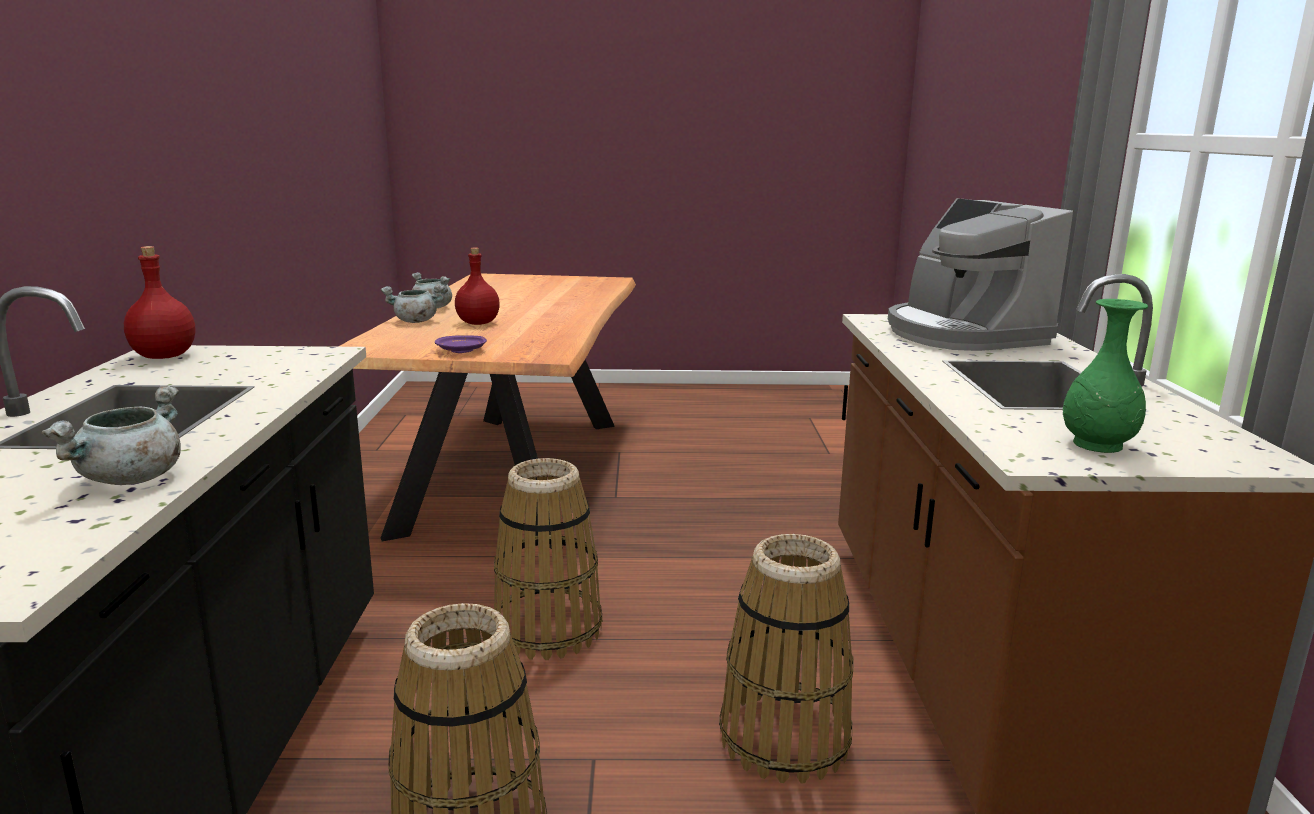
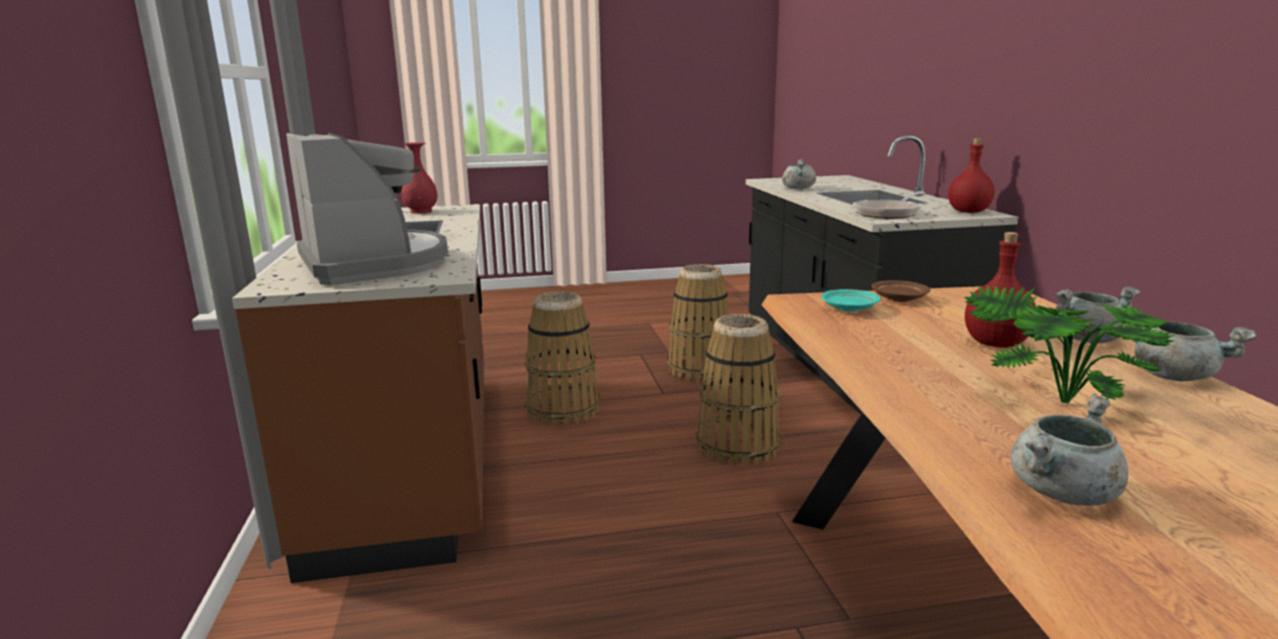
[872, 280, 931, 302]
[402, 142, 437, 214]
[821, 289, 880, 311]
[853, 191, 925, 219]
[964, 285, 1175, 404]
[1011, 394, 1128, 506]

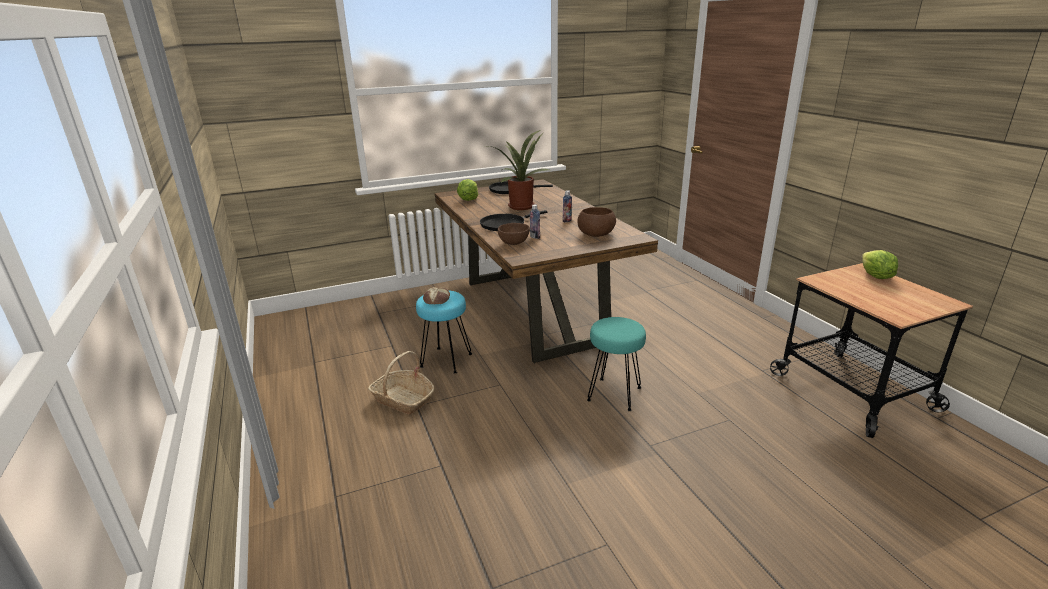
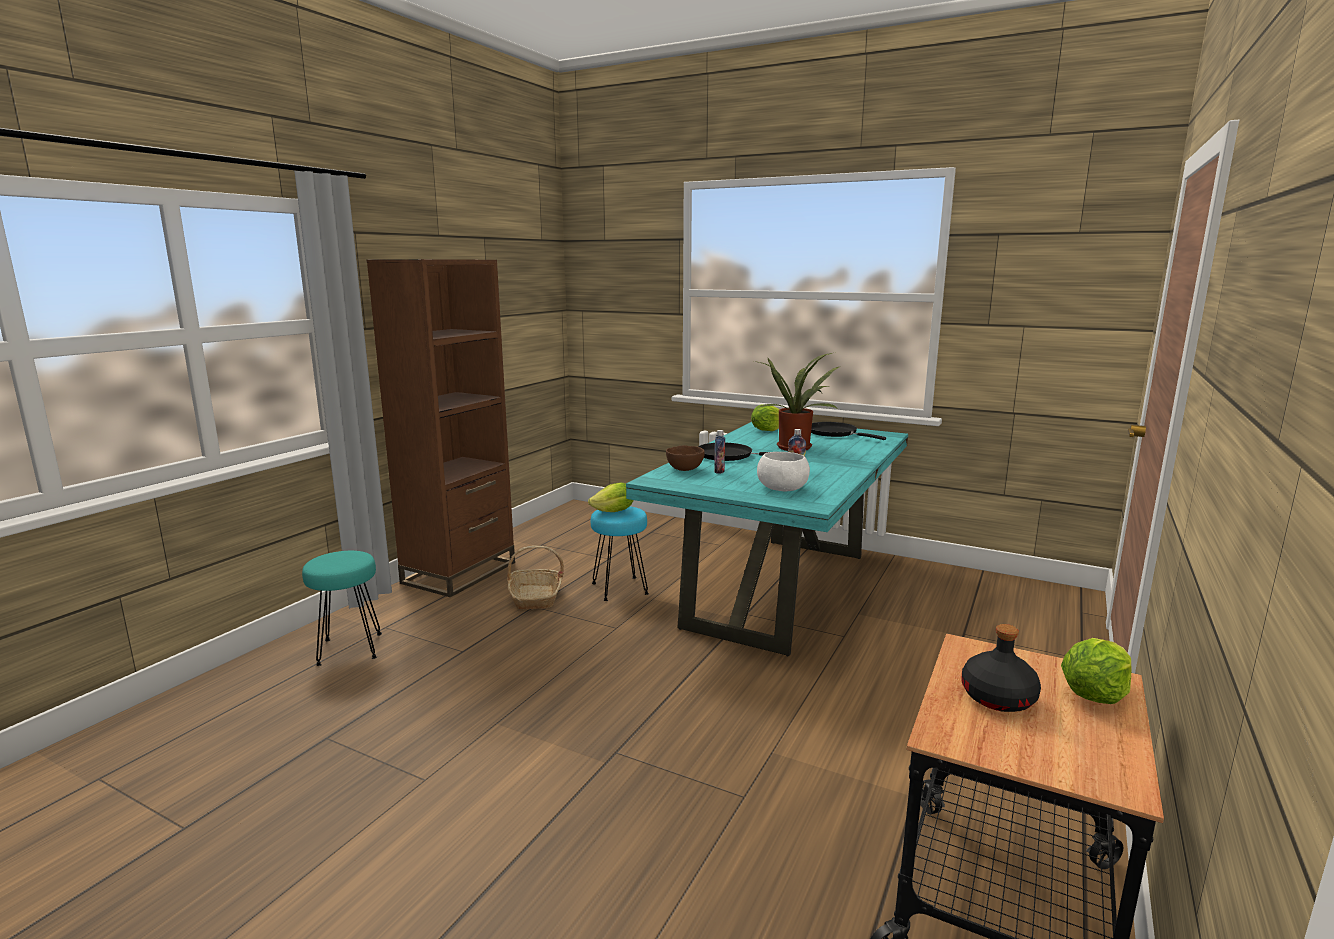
[588, 482, 634, 512]
[626, 422, 908, 657]
[757, 452, 810, 491]
[302, 551, 382, 666]
[366, 259, 515, 597]
[961, 624, 1041, 712]

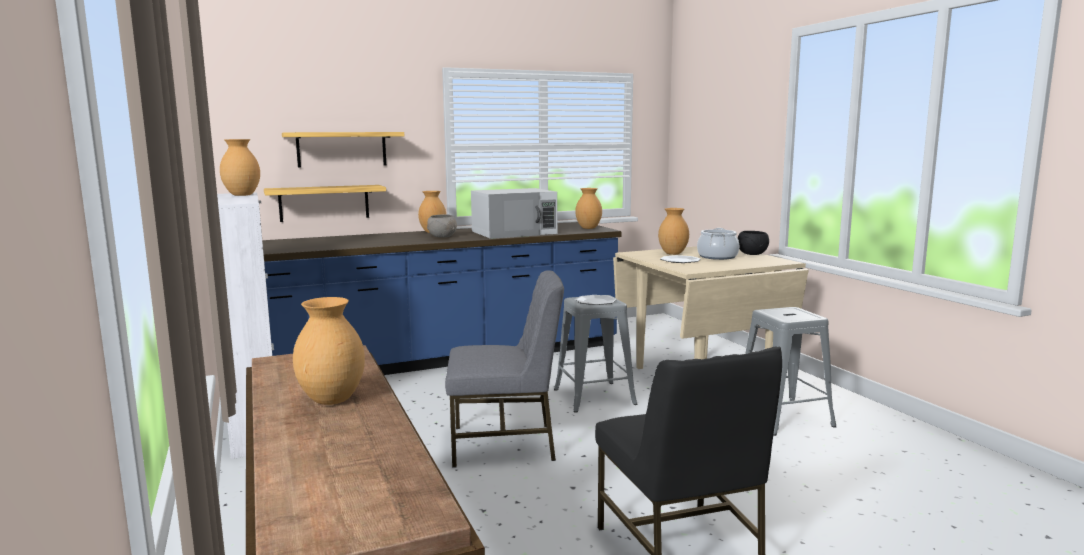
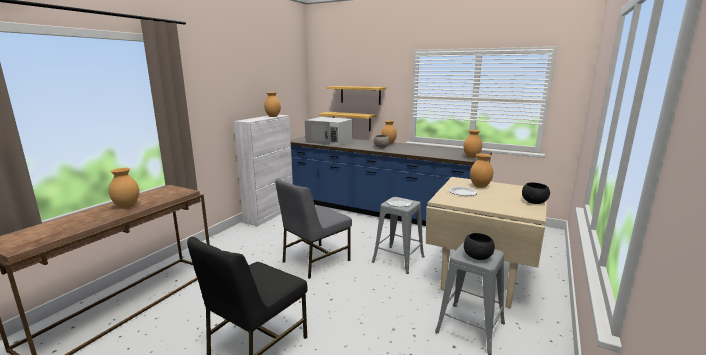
[275, 178, 352, 279]
[305, 117, 353, 146]
[697, 228, 739, 260] (first image)
[464, 233, 495, 260]

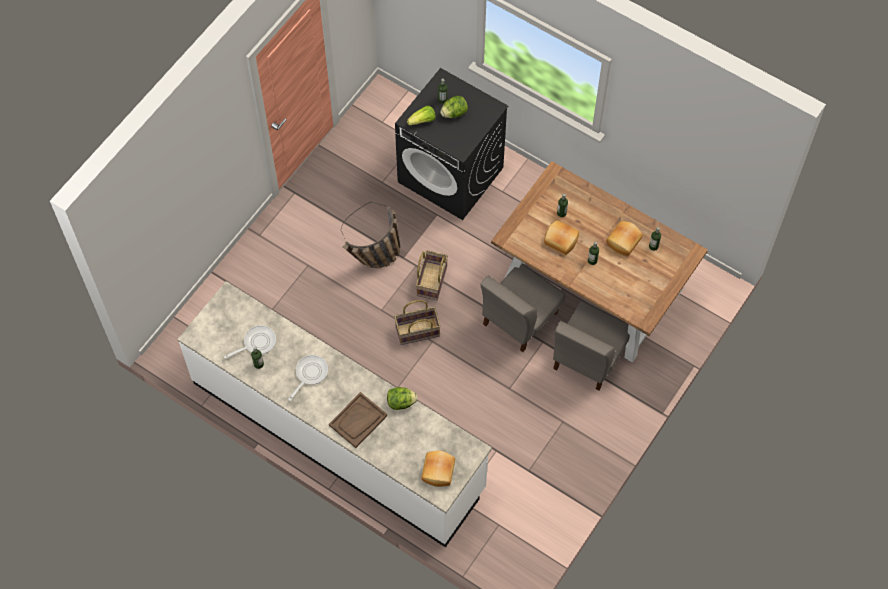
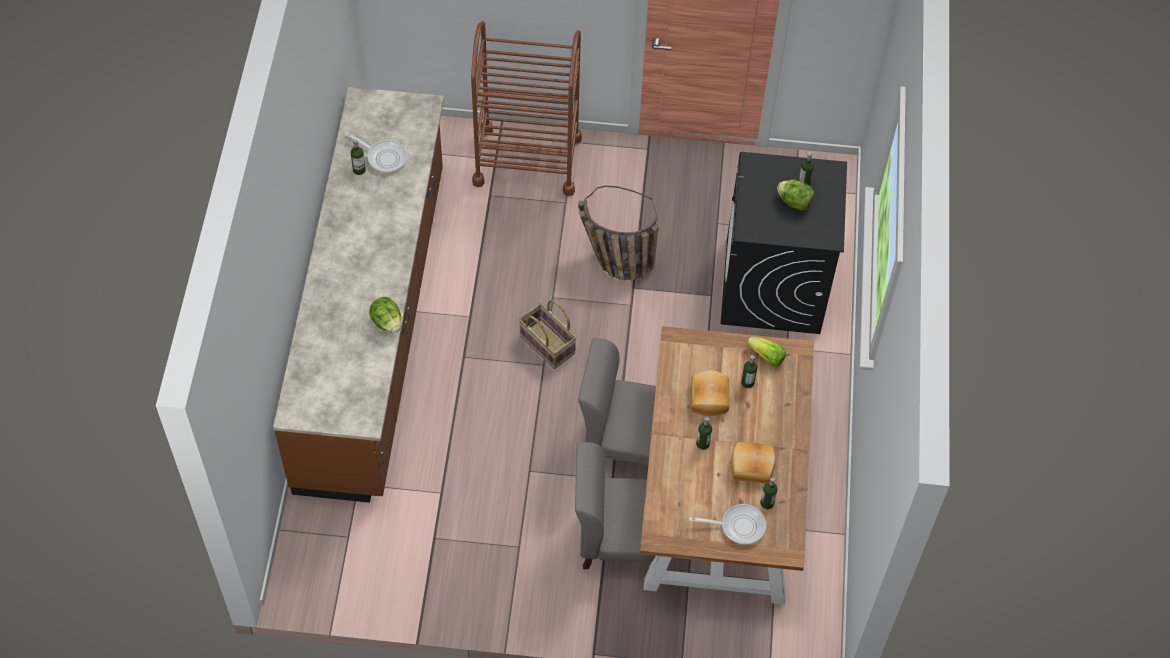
[273, 87, 444, 503]
[689, 504, 766, 545]
[329, 392, 387, 448] (first image)
[747, 337, 786, 367]
[416, 250, 448, 300] (first image)
[421, 451, 455, 487] (first image)
[471, 21, 582, 196]

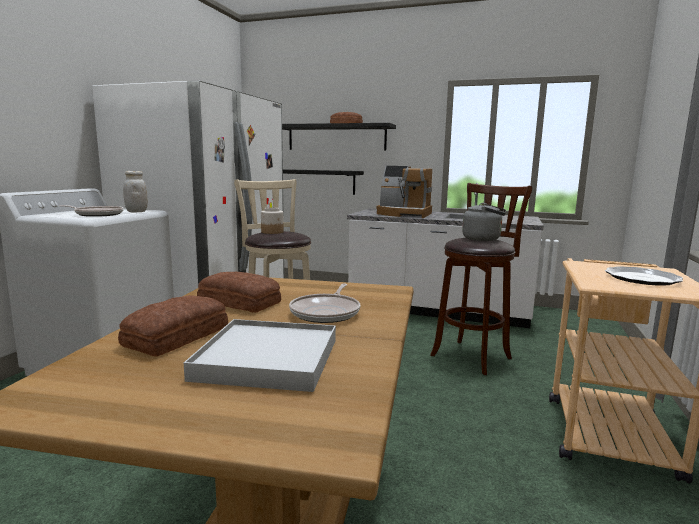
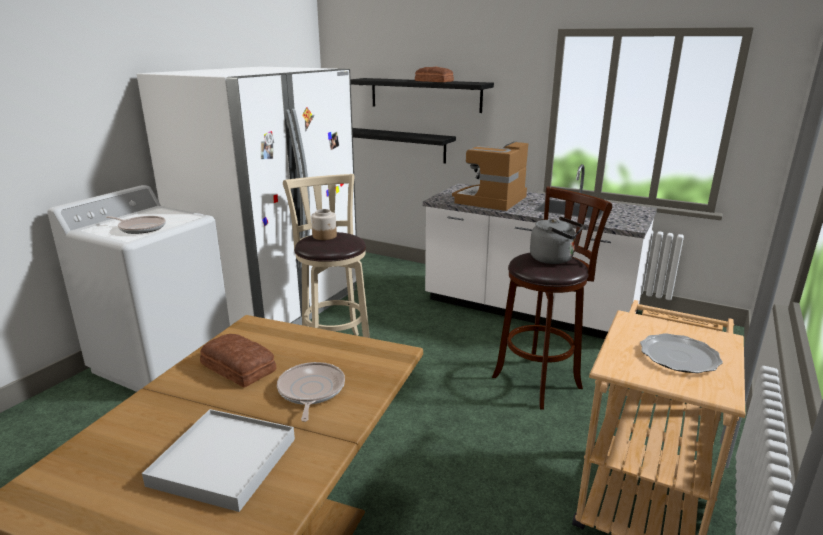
[118, 295, 228, 357] (first image)
[123, 171, 148, 213] (first image)
[277, 362, 345, 422]
[452, 141, 528, 211]

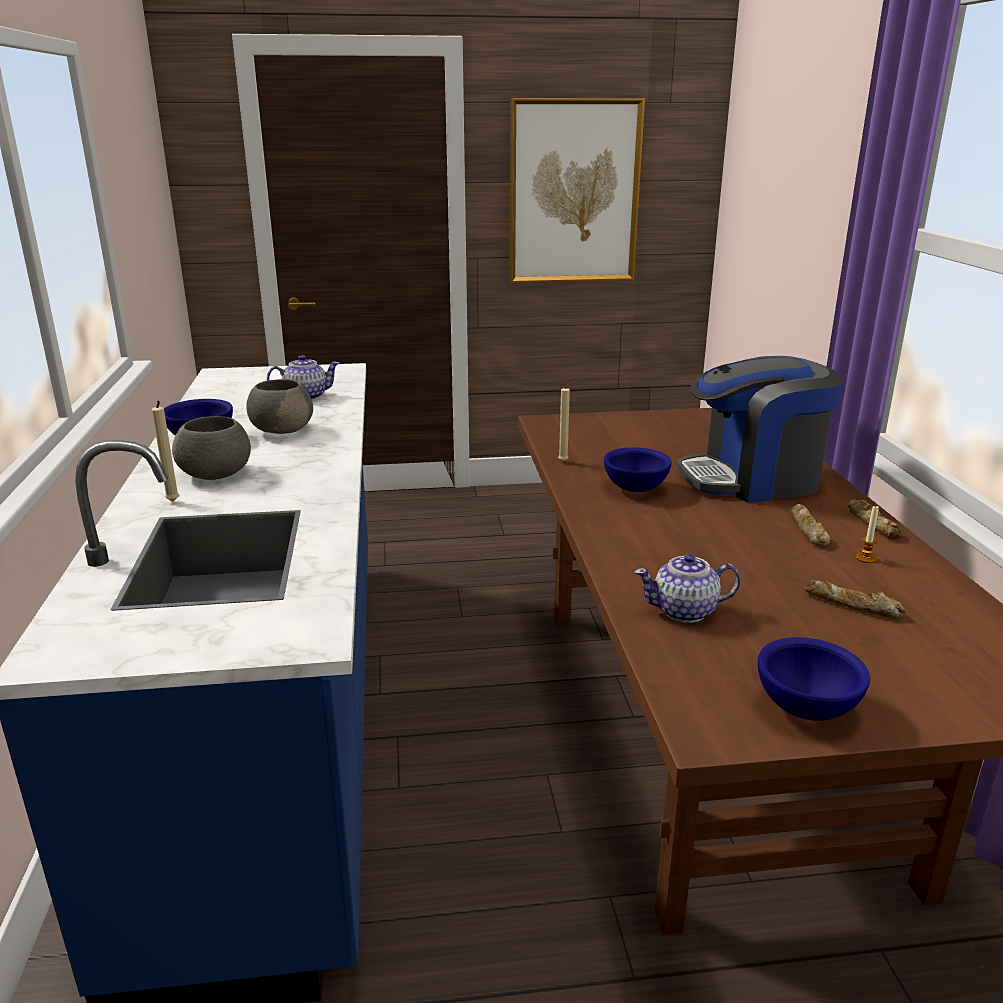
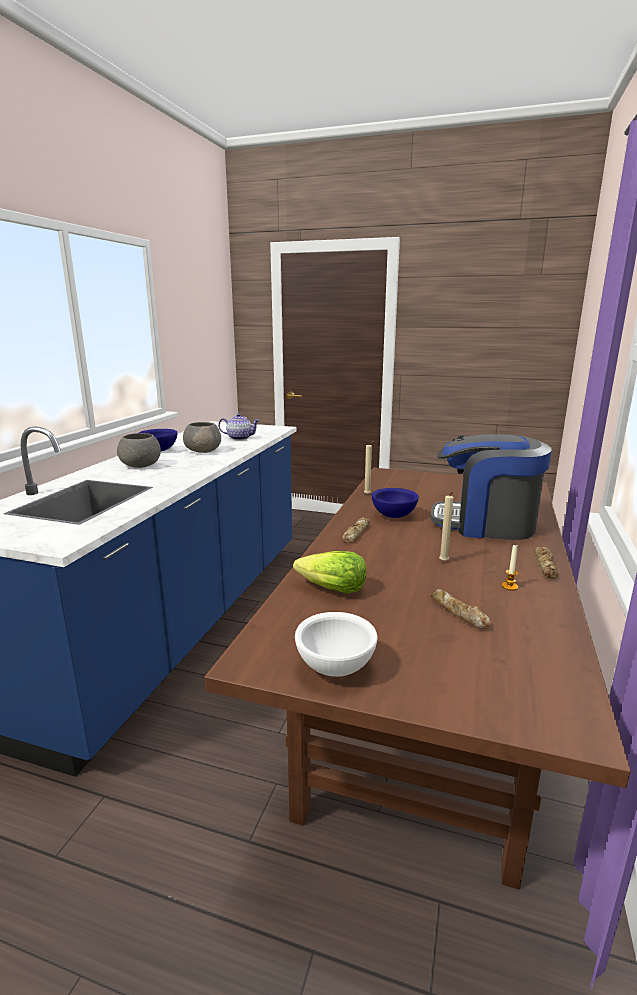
[439, 492, 453, 562]
[510, 98, 645, 283] (first image)
[293, 551, 367, 593]
[295, 612, 377, 677]
[342, 517, 370, 543]

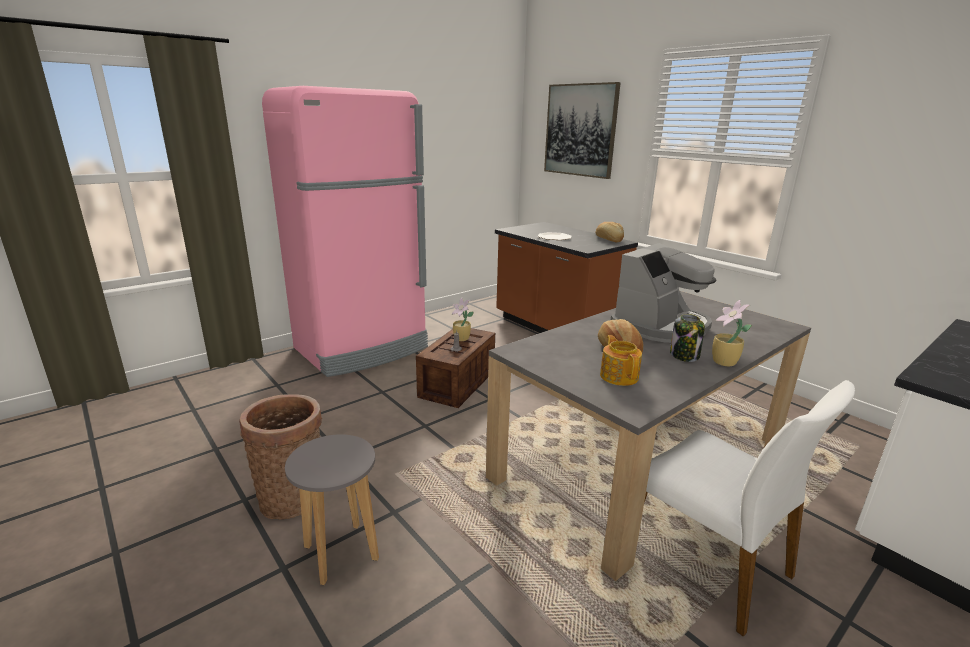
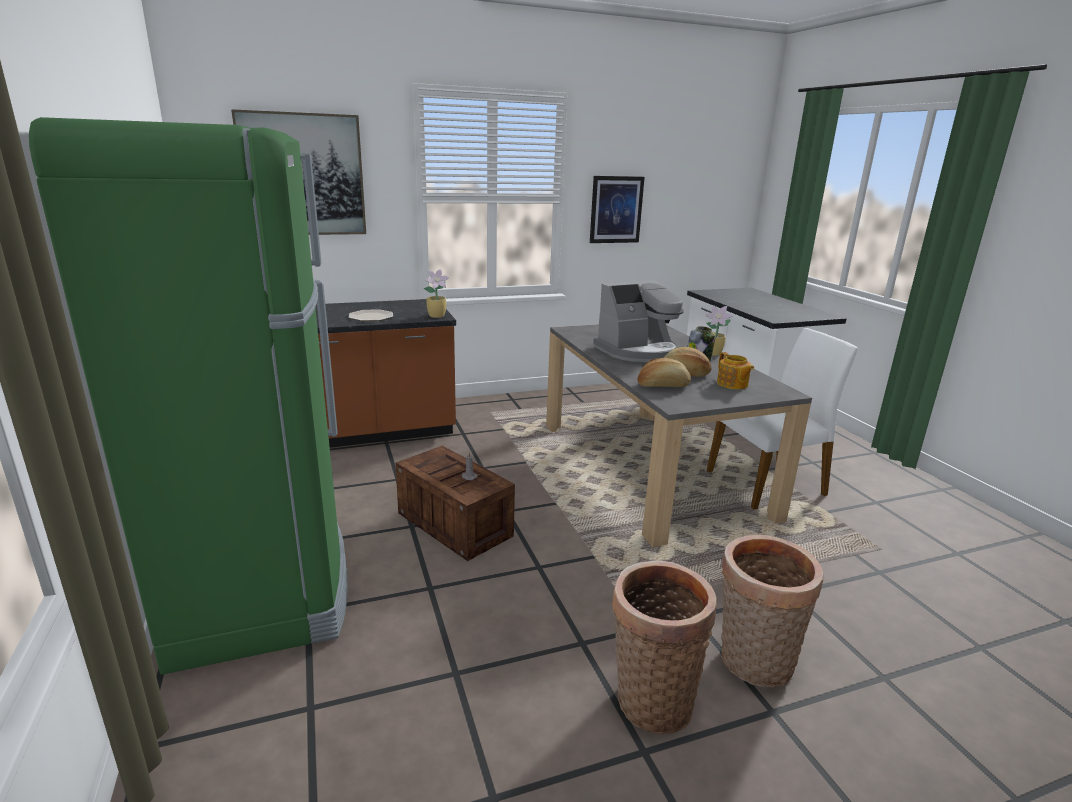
[29, 117, 348, 675]
[721, 535, 823, 687]
[424, 269, 449, 318]
[638, 358, 691, 387]
[717, 352, 754, 389]
[593, 280, 684, 362]
[590, 176, 645, 243]

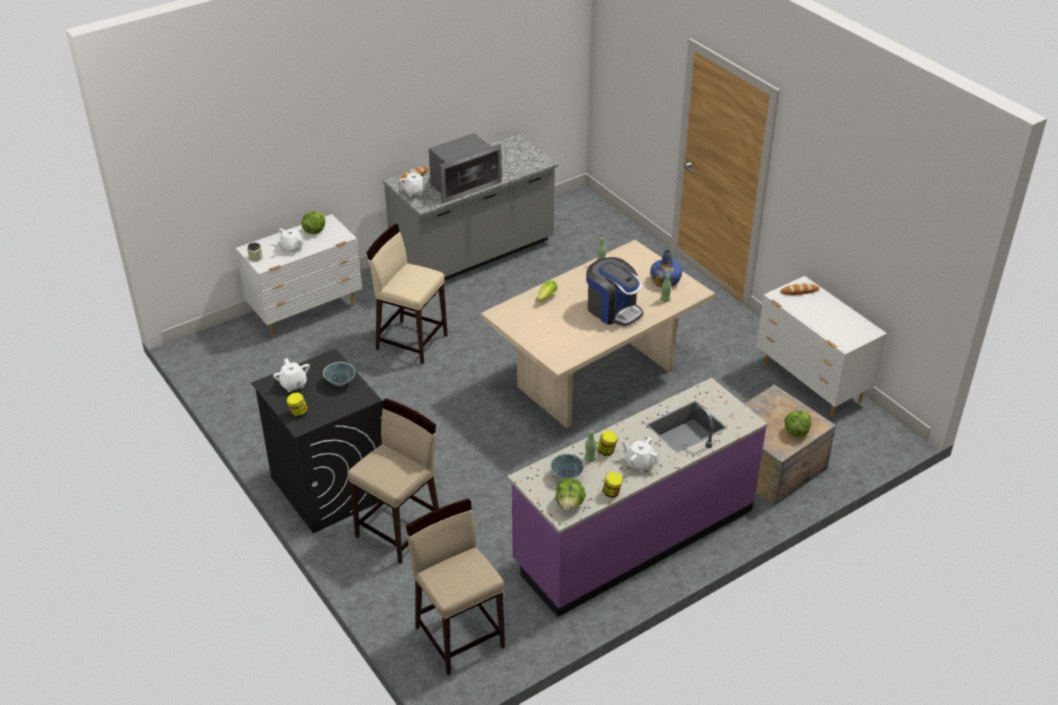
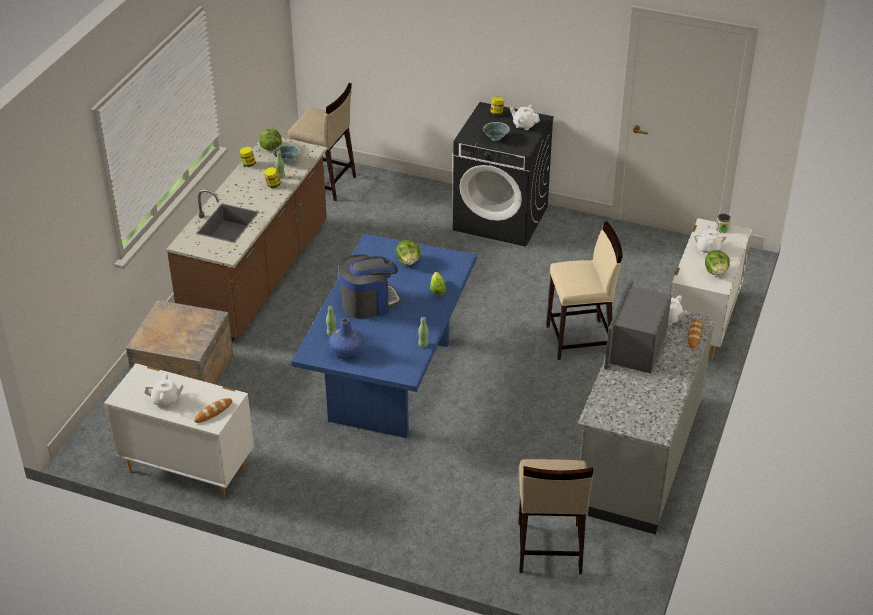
[518, 459, 593, 574]
[291, 234, 477, 438]
[166, 138, 327, 342]
[339, 255, 401, 319]
[145, 374, 184, 407]
[396, 240, 421, 265]

